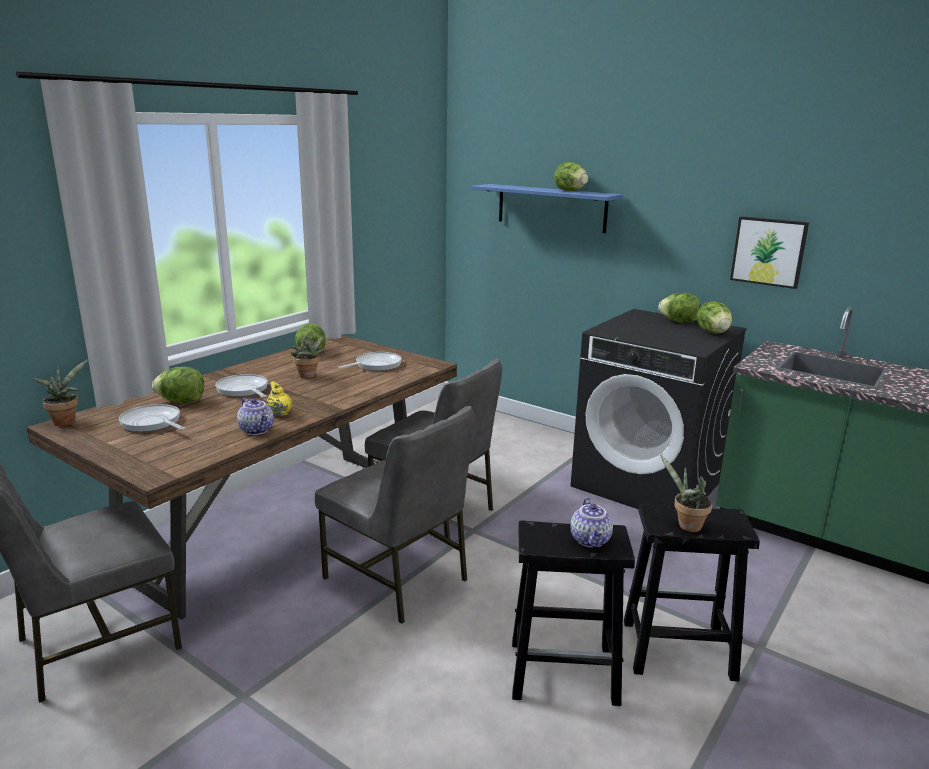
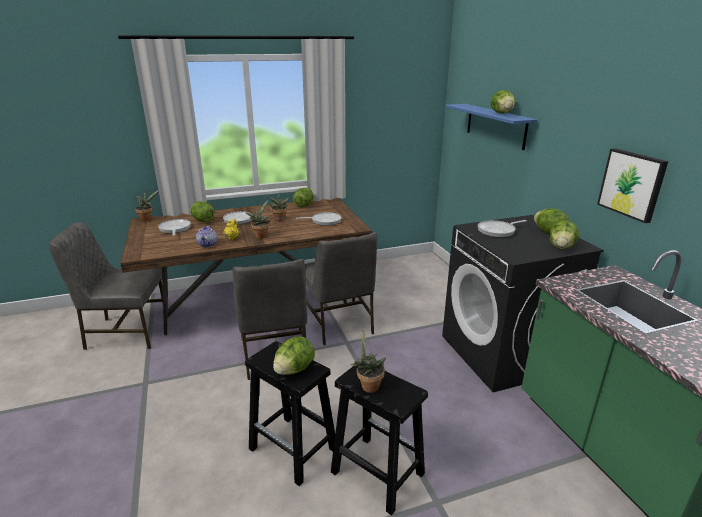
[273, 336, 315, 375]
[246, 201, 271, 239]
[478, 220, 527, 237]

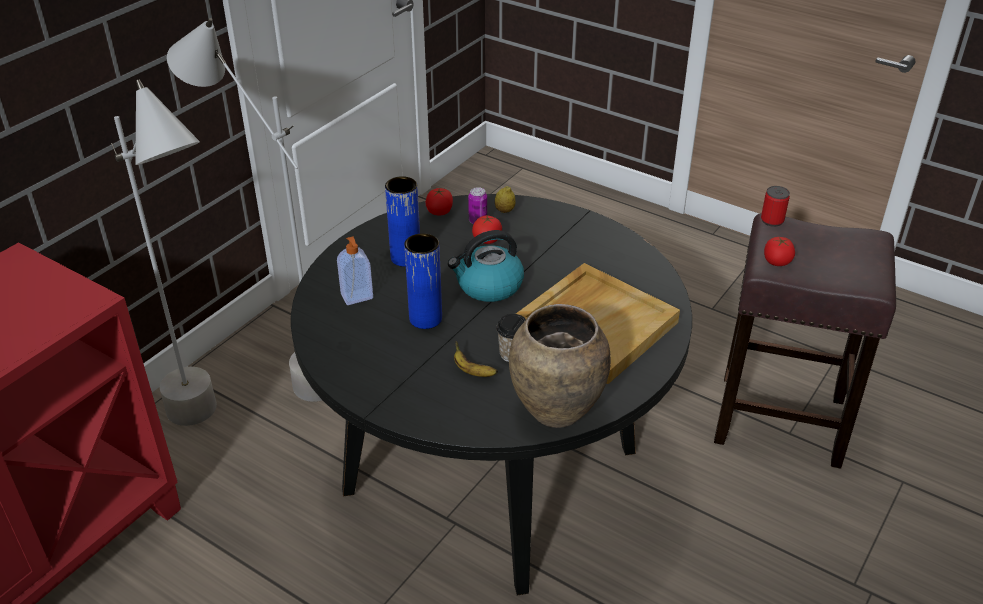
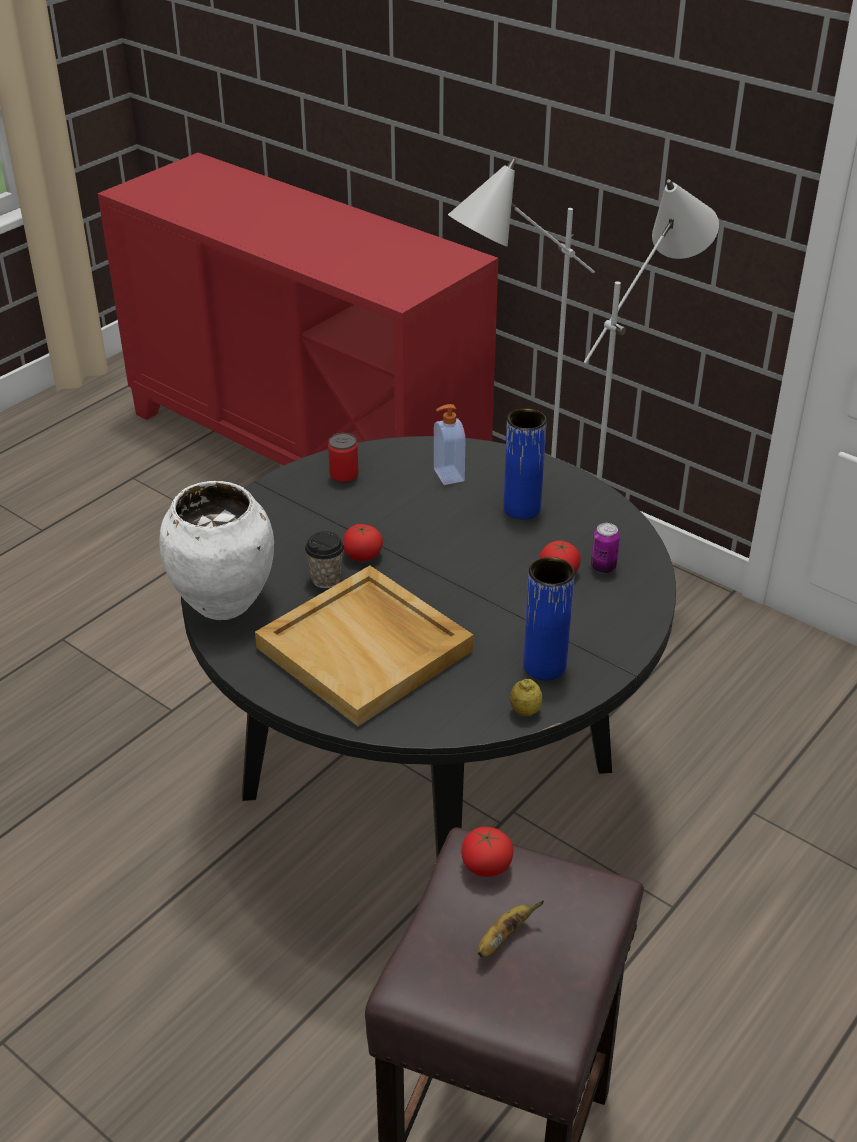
[523, 557, 575, 680]
[343, 524, 383, 561]
[448, 230, 524, 302] (first image)
[478, 901, 544, 957]
[510, 679, 542, 716]
[159, 481, 274, 620]
[328, 433, 358, 484]

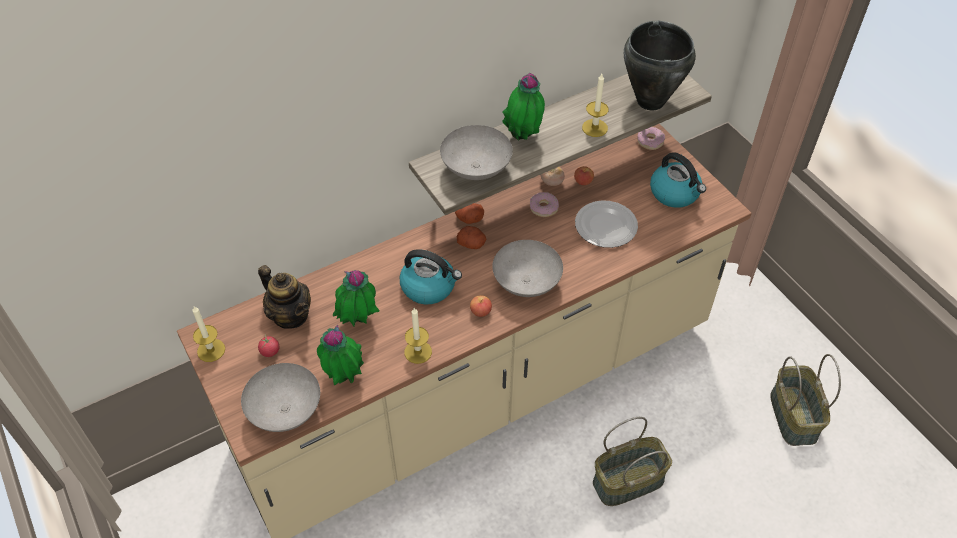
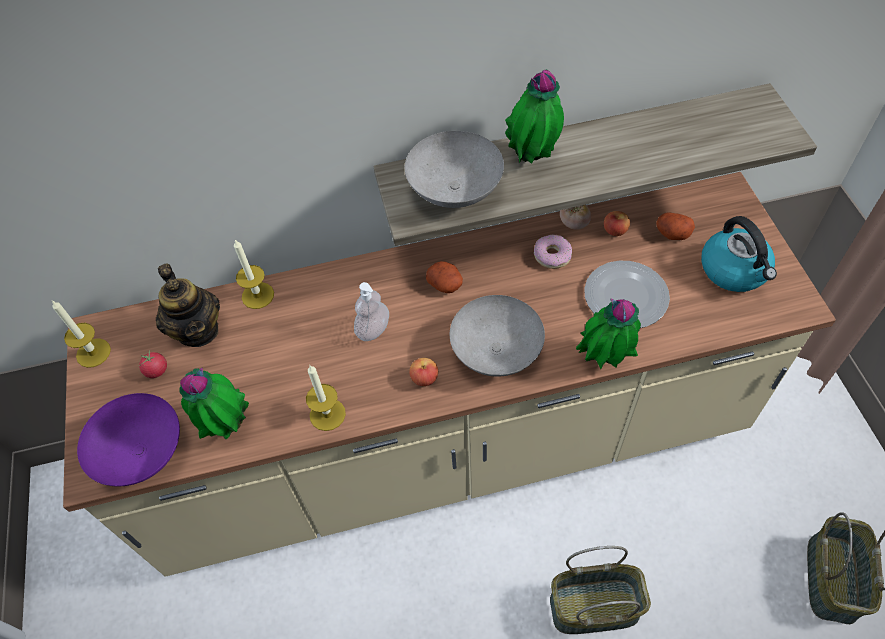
[77, 393, 180, 487]
[576, 298, 641, 369]
[354, 282, 389, 341]
[656, 212, 695, 240]
[234, 240, 274, 309]
[624, 21, 696, 111] (first image)
[637, 127, 665, 150] (first image)

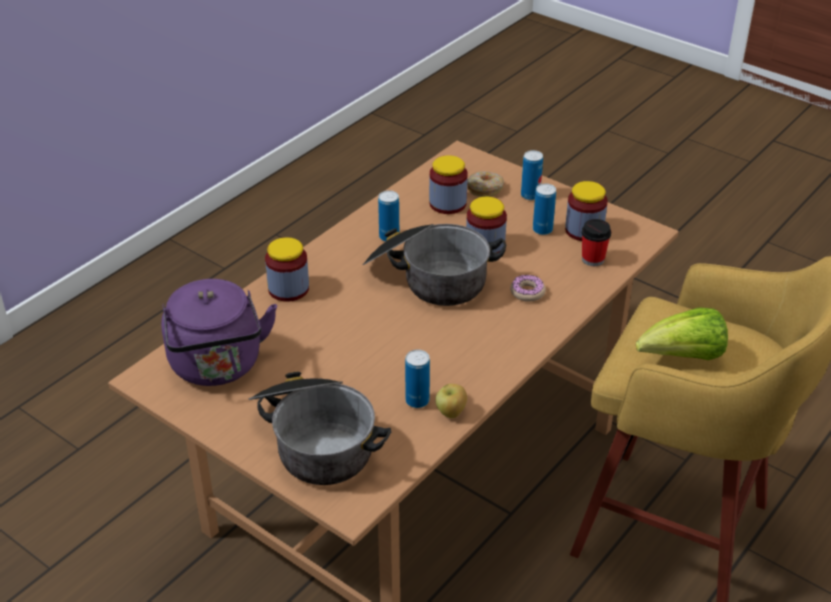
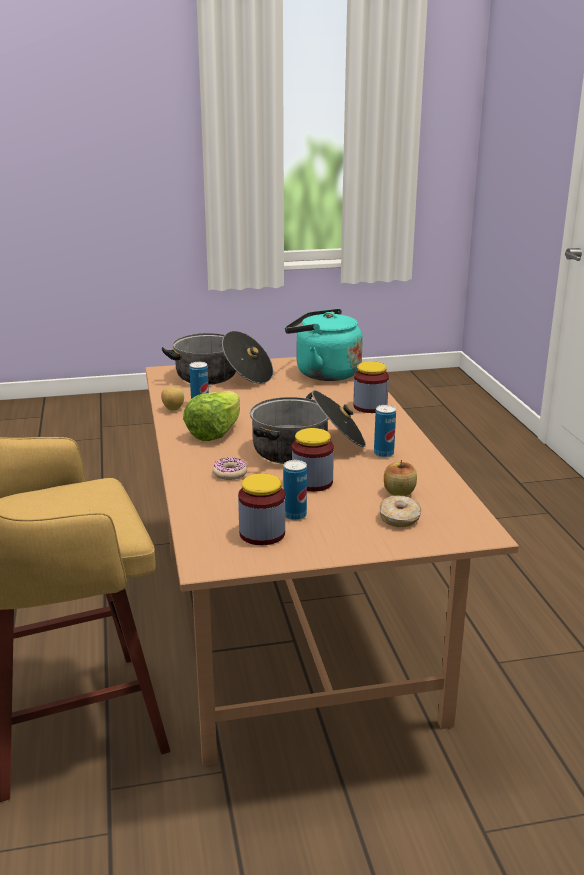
[285, 309, 363, 381]
[384, 460, 417, 496]
[521, 150, 543, 200] (first image)
[582, 219, 611, 266] (first image)
[183, 391, 240, 441]

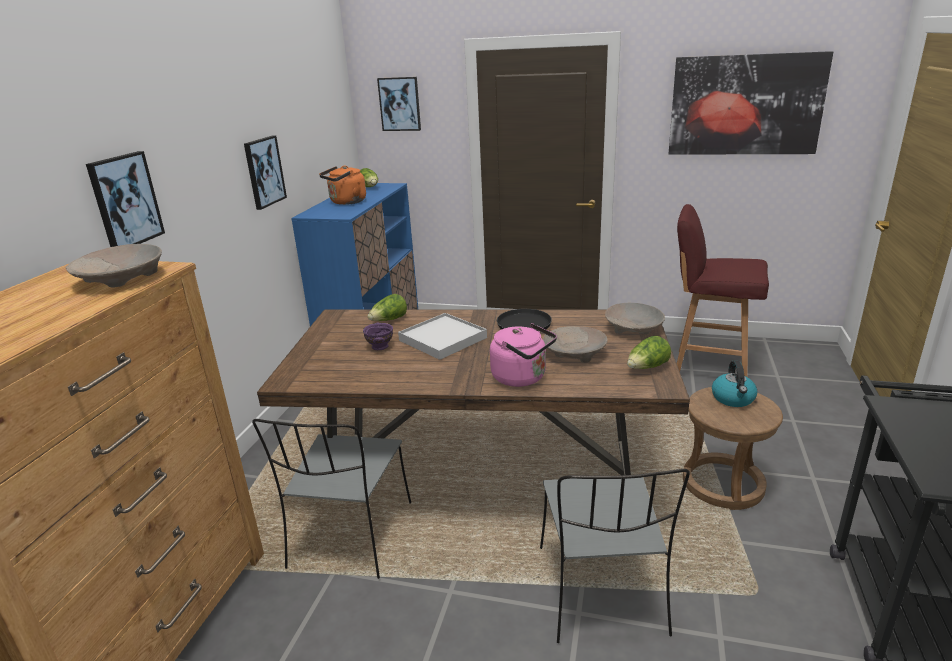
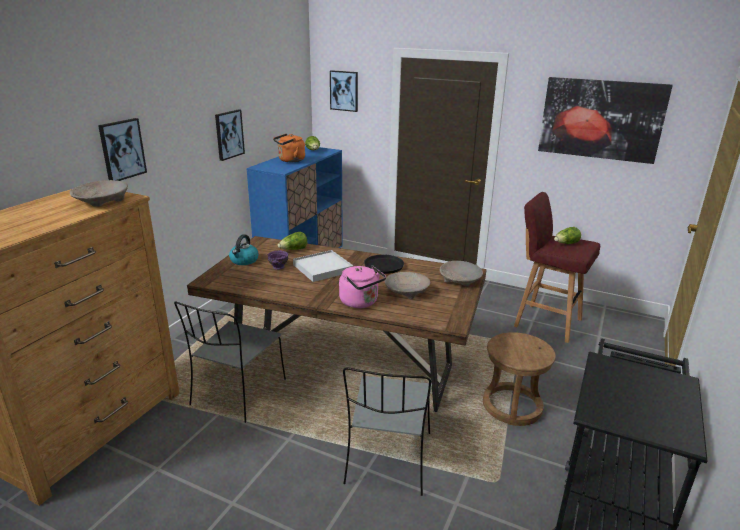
[554, 227, 581, 244]
[229, 234, 259, 265]

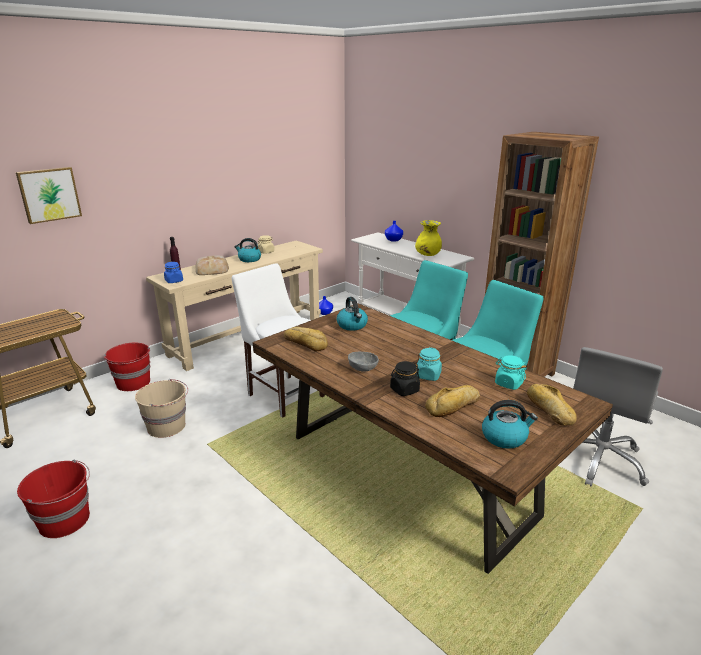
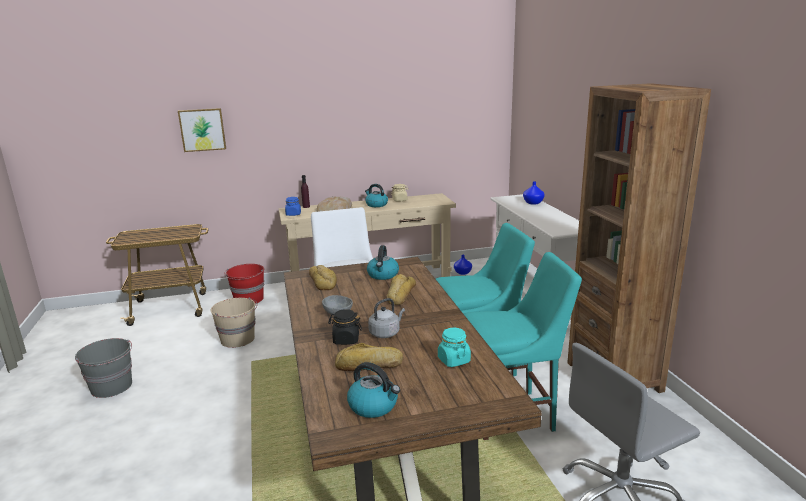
[75, 338, 132, 398]
[415, 220, 442, 256] (first image)
[368, 298, 405, 338]
[387, 274, 416, 305]

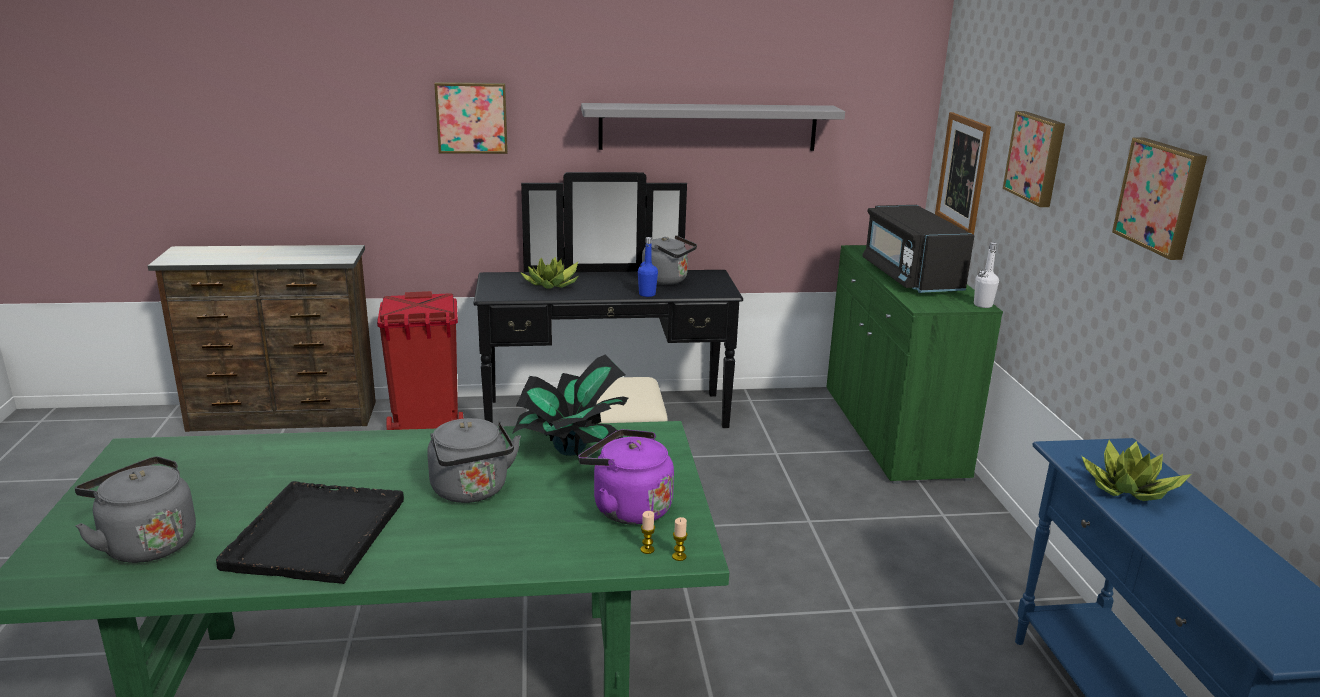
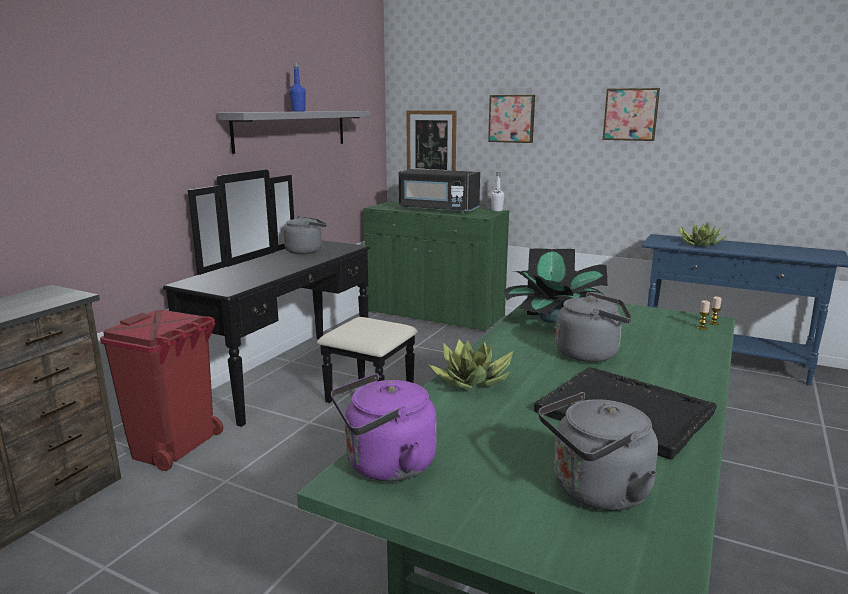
[434, 82, 508, 154] (first image)
[428, 339, 513, 390]
[331, 373, 437, 482]
[289, 63, 306, 112]

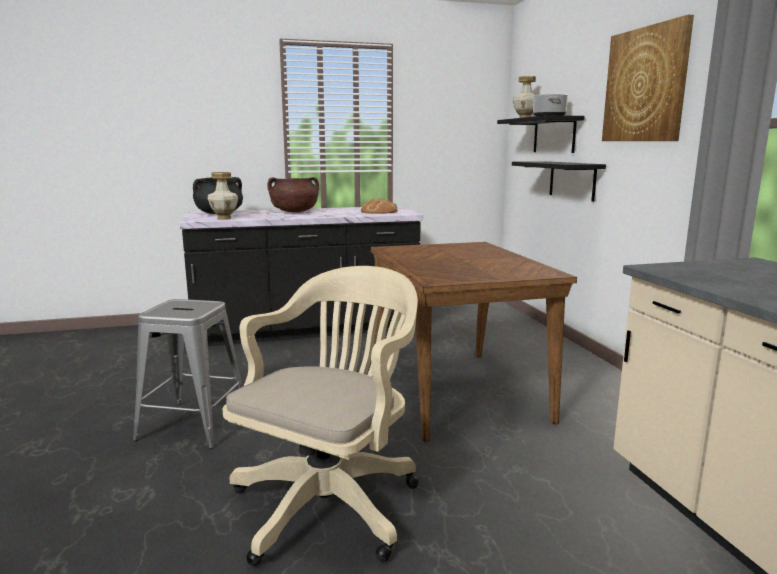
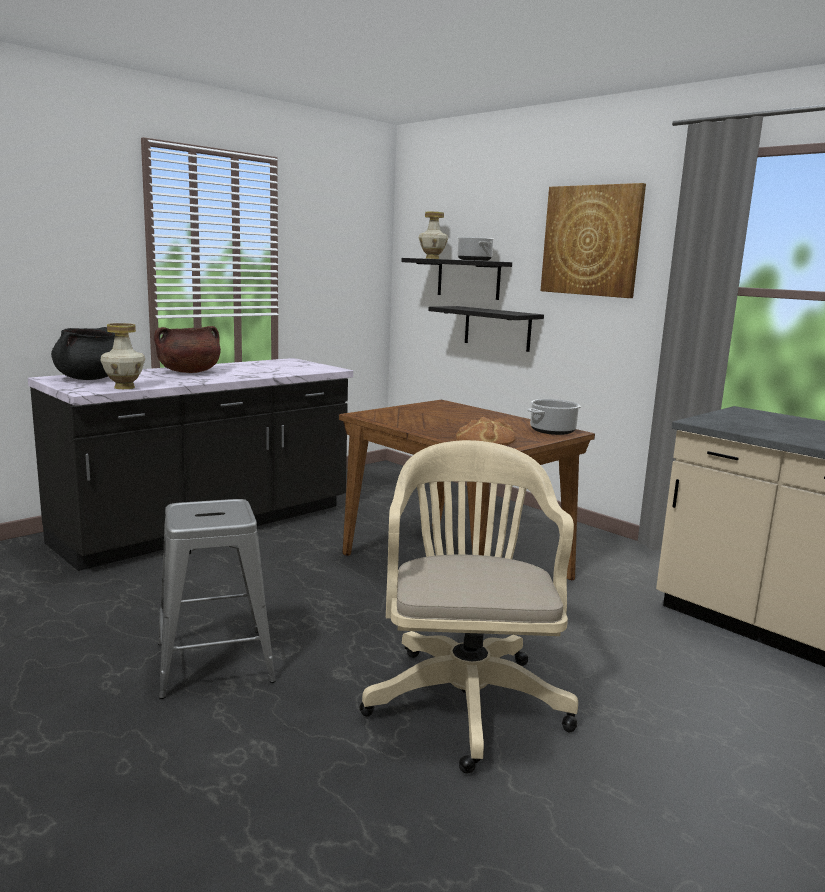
[456, 417, 515, 445]
[527, 399, 581, 435]

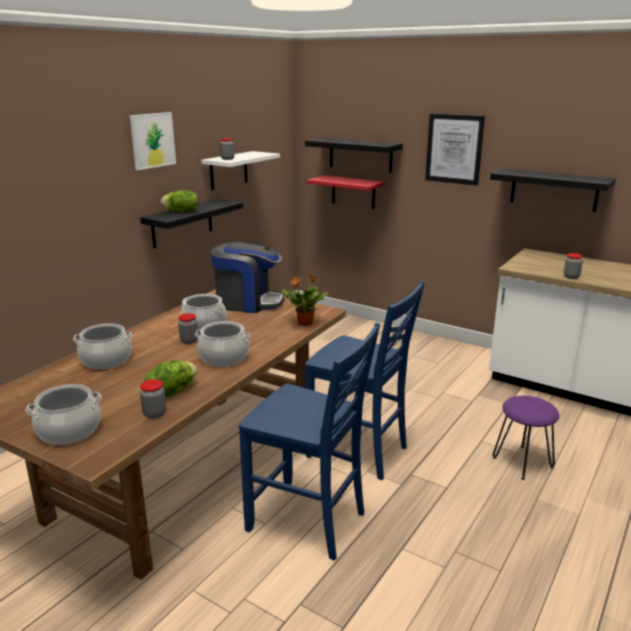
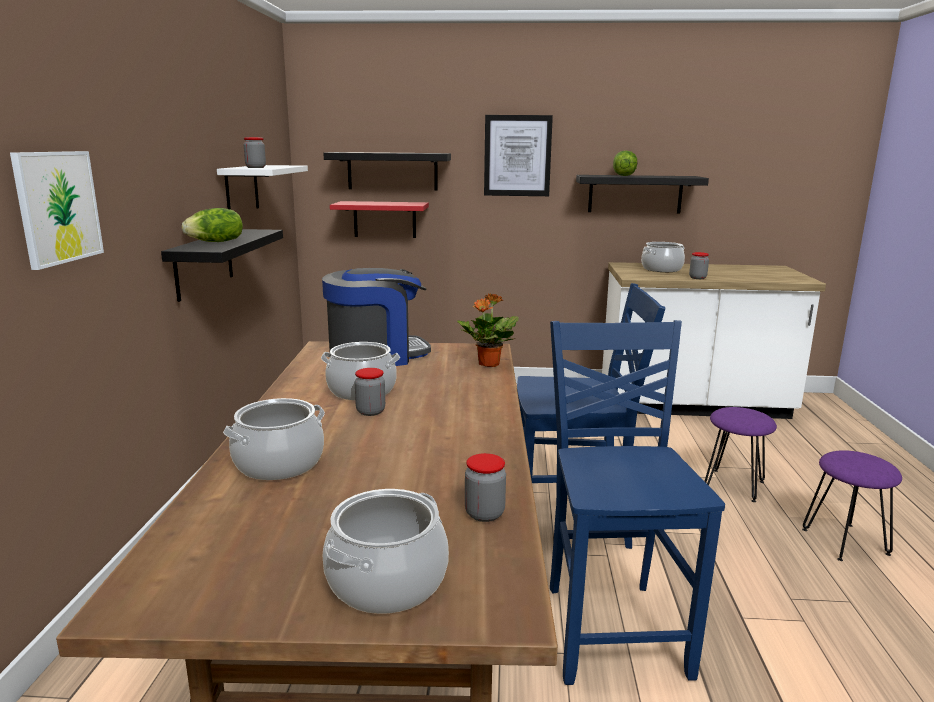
[10, 151, 104, 270]
[613, 151, 637, 176]
[641, 242, 685, 272]
[550, 320, 725, 685]
[802, 450, 902, 561]

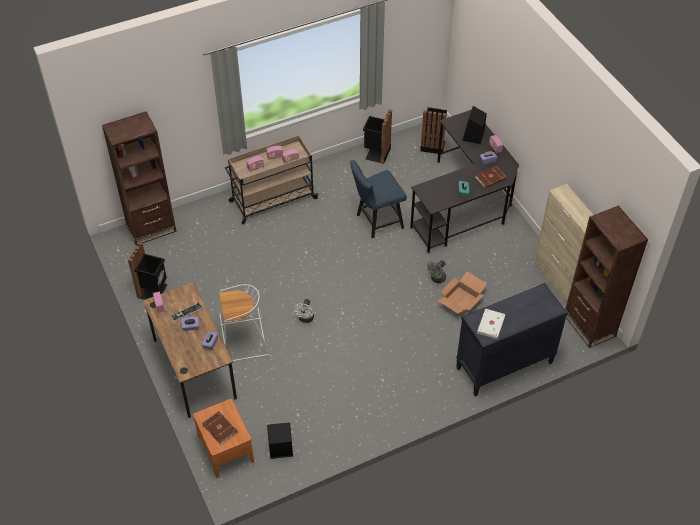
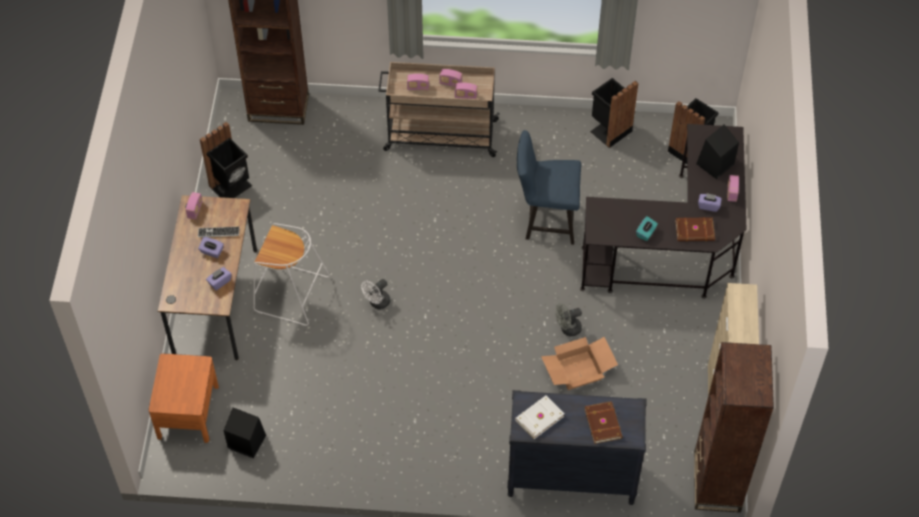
[585, 401, 623, 444]

